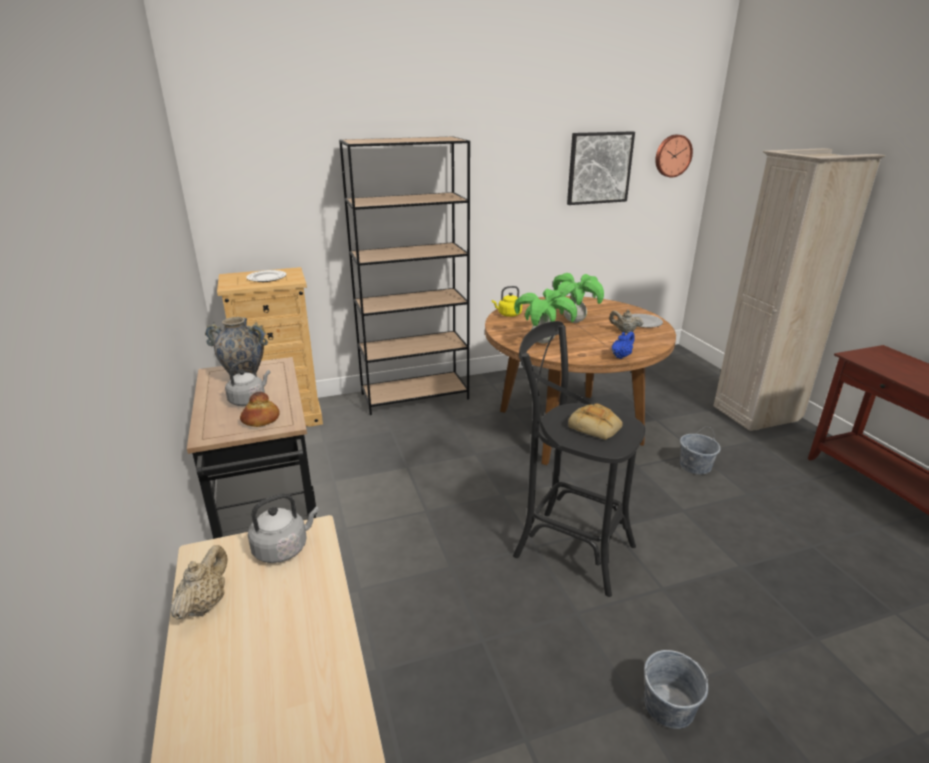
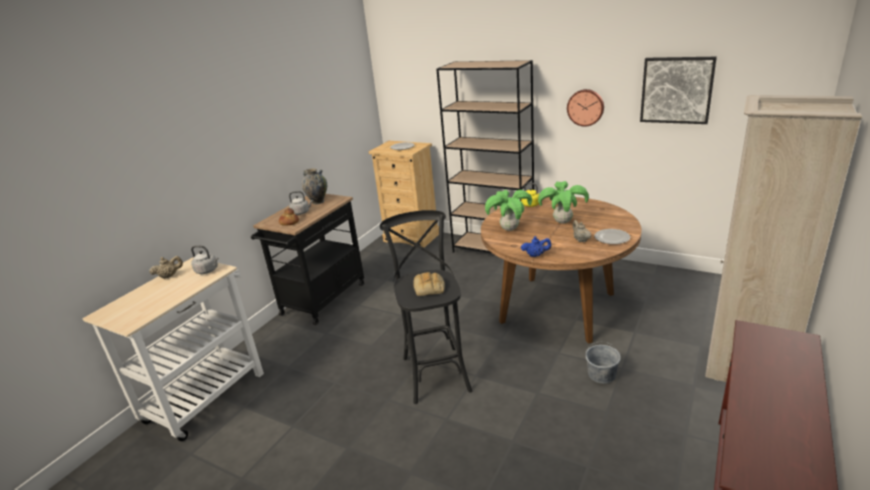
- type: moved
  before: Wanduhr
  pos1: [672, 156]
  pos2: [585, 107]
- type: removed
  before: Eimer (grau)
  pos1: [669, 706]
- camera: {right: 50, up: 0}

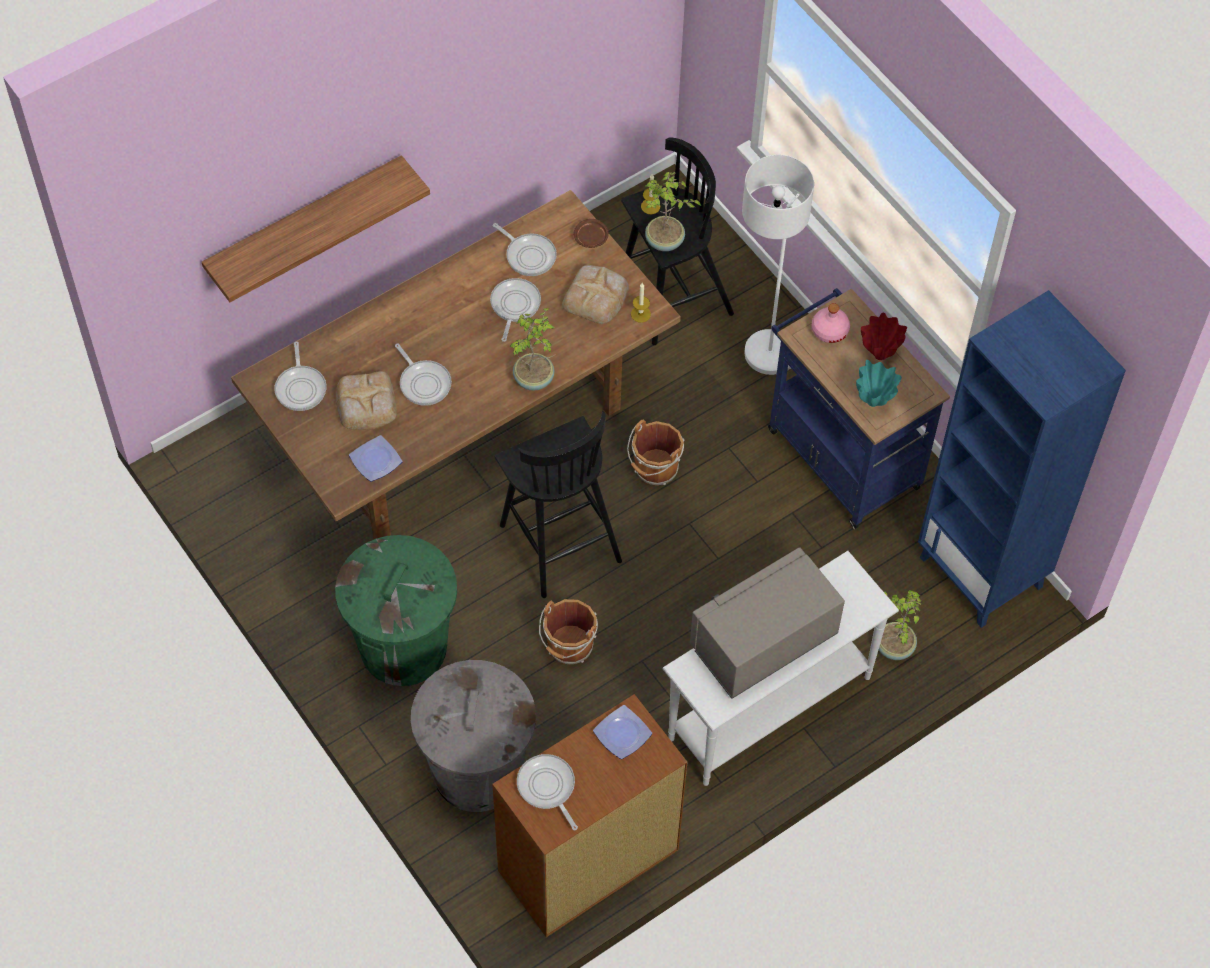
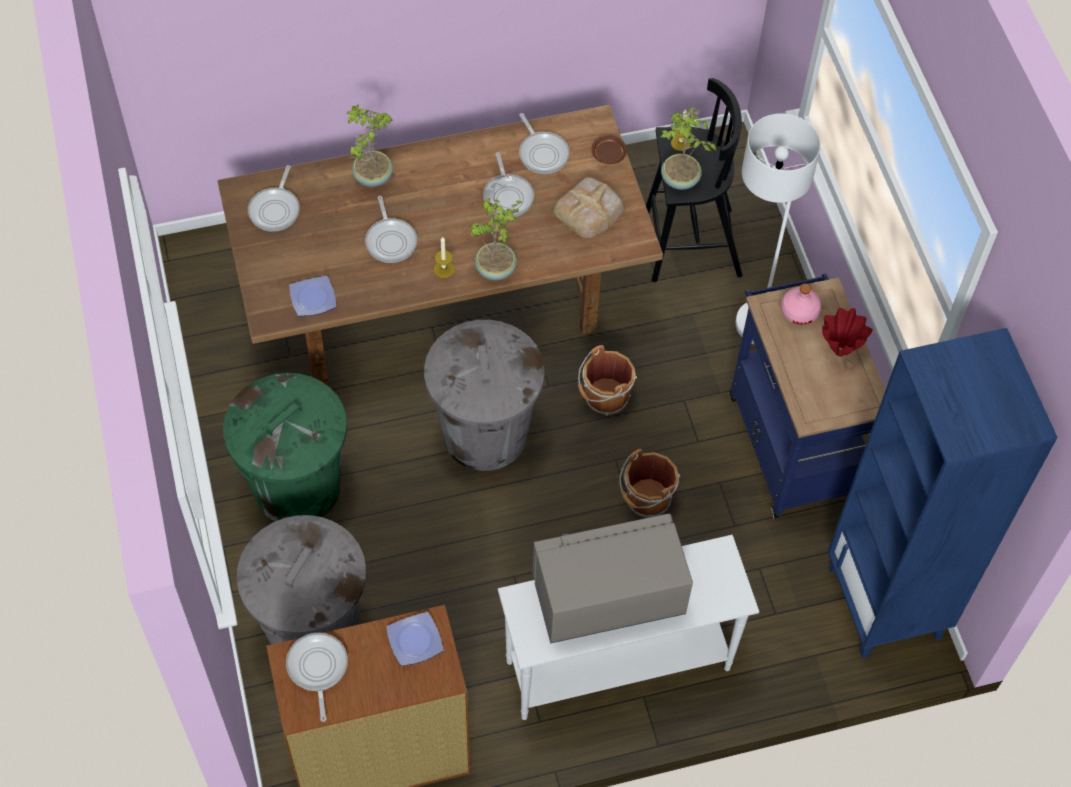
- type: moved
  before: Topfpflanze
  pos1: [893, 647]
  pos2: [372, 176]
- type: replaced
  before: Hocker (schwarz)
  after: Mülleimer (grau)
  pos1: [558, 539]
  pos2: [484, 434]
- type: moved
  before: Kerze
  pos1: [640, 314]
  pos2: [444, 269]
- type: turned
  before: Pfanne
  pos1: [514, 306]
  pos2: [508, 195]
  turn: 135
- type: moved
  before: Eimer (braun)
  pos1: [569, 647]
  pos2: [646, 500]
- type: removed
  before: Wandregal
  pos1: [305, 222]
- type: removed
  before: Brot
  pos1: [365, 404]
- type: removed
  before: Vase (türkis)
  pos1: [873, 403]
- camera: {right: 20, up: 0}

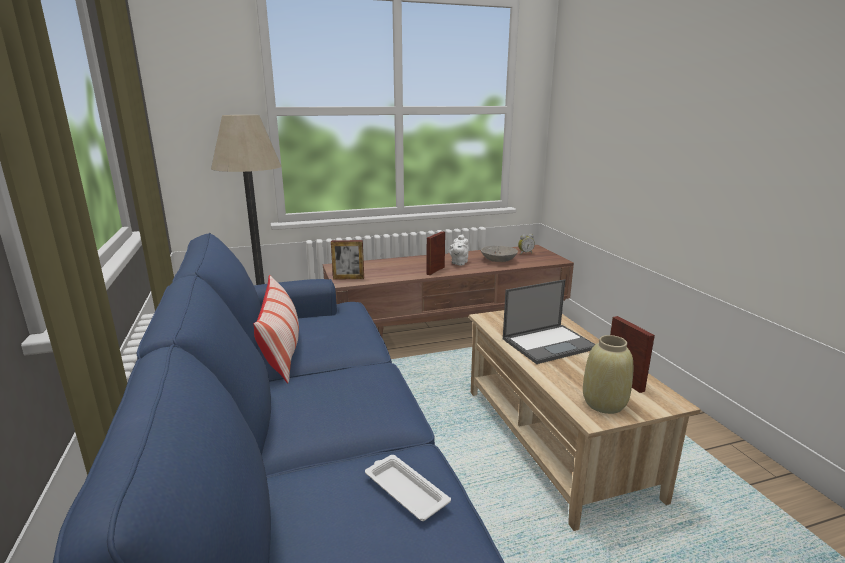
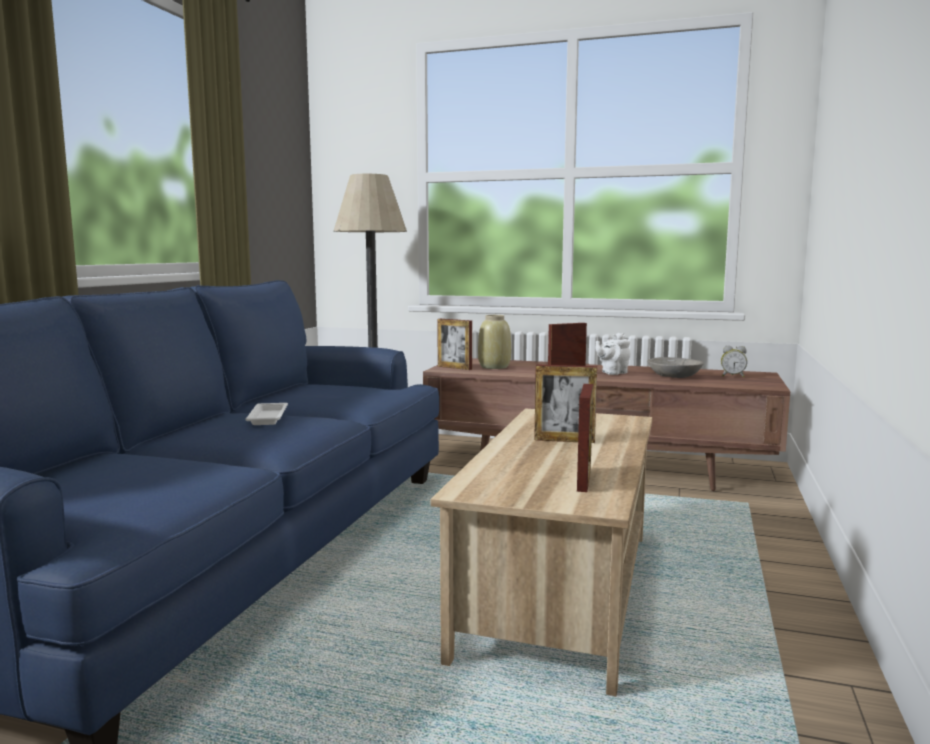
- type: moved
  before: Tablett (weiß)
  pos1: [404, 490]
  pos2: [268, 417]
- type: moved
  before: Vase (beige)
  pos1: [604, 403]
  pos2: [494, 367]
- type: replaced
  before: Laptop
  after: Bilderrahmen
  pos1: [549, 343]
  pos2: [564, 440]
- type: removed
  before: Kissen
  pos1: [281, 350]
- camera: {right: 35, up: -10}

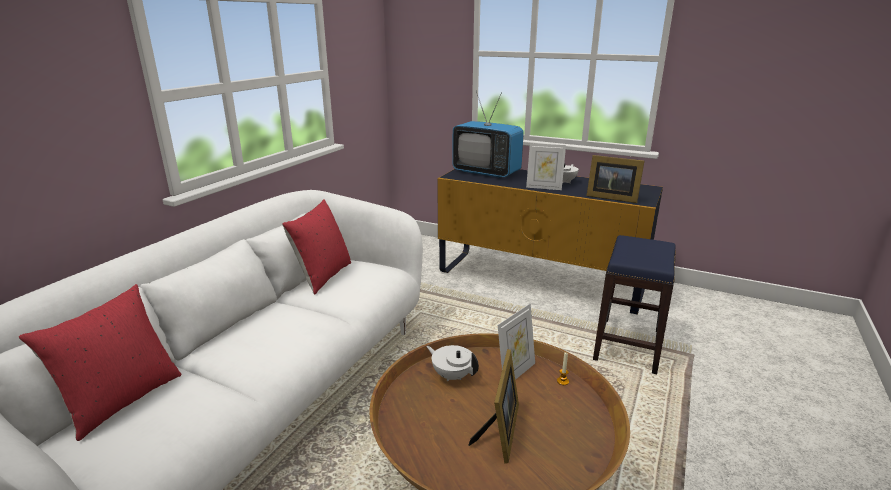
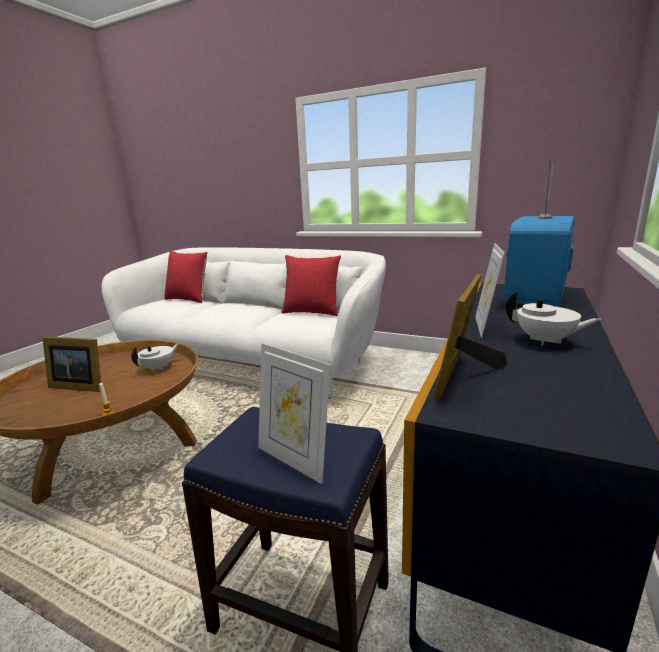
- type: moved
  before: Bilderrahmen
  pos1: [515, 373]
  pos2: [294, 459]
- camera: {right: 90, up: -5}

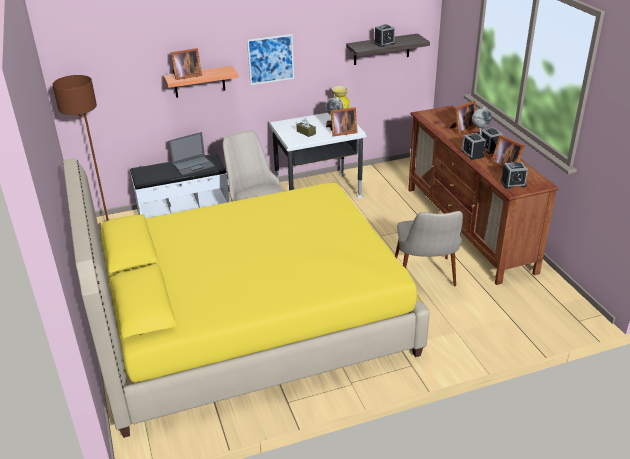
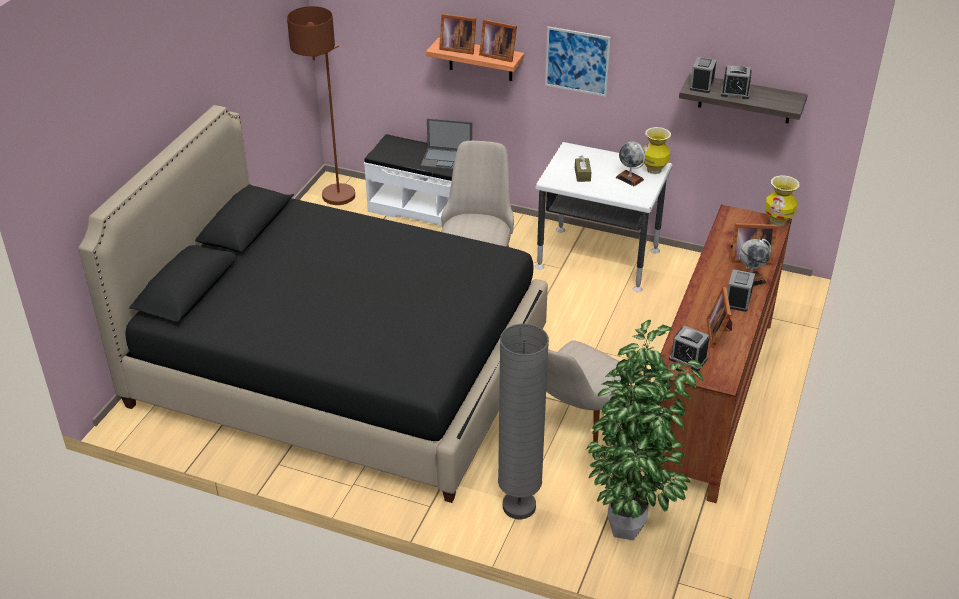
- type: recoloured
  before: Bett (gelb)
  after: Bett (schwarz)
  pos1: [251, 325]
  pos2: [339, 371]
- type: moved
  before: Bilderrahmen
  pos1: [342, 132]
  pos2: [497, 55]
- type: added
  after: Stehlampe (grau)
  pos2: [519, 506]
- type: added
  after: Topfpflanze
  pos2: [630, 530]
- type: moved
  before: Wecker
  pos1: [472, 154]
  pos2: [701, 85]
- type: added
  after: Vase
  pos2: [778, 221]
- camera: {right: 40, up: 5}

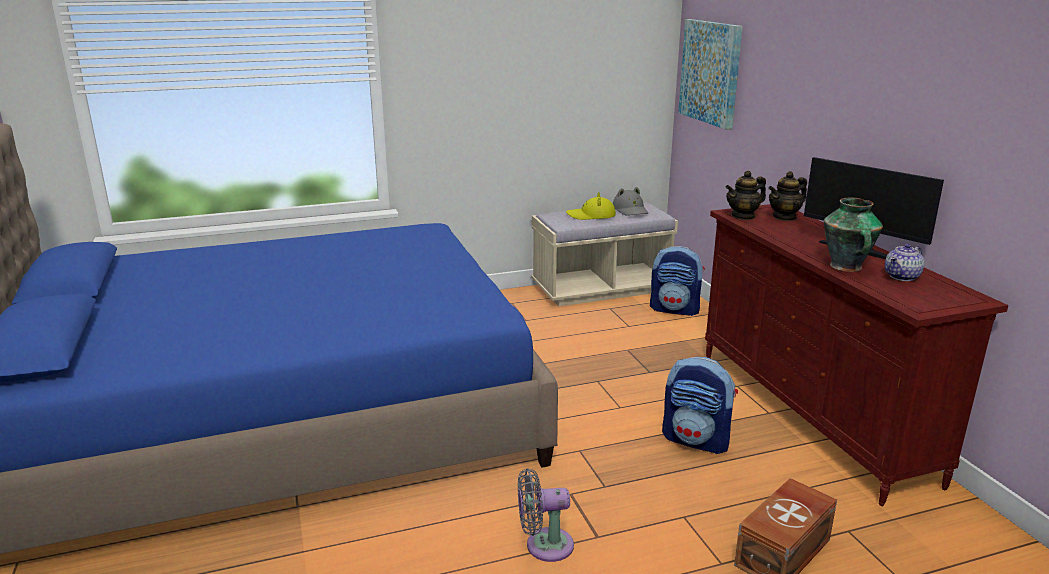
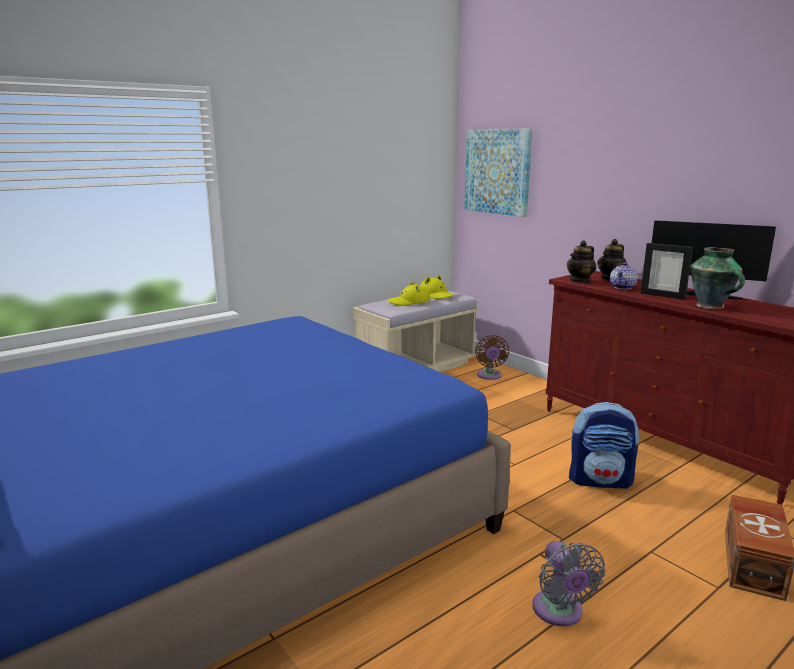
- type: recoloured
  before: Hut (grau)
  after: Hut (gelb)
  pos1: [630, 210]
  pos2: [436, 295]
- type: replaced
  before: Rucksack
  after: Ventilator (braun)
  pos1: [675, 309]
  pos2: [489, 376]
- type: turned
  before: Ventilator (grau)
  pos1: [544, 545]
  pos2: [559, 612]
  turn: -75
- type: moved
  before: Teekanne
  pos1: [902, 276]
  pos2: [623, 287]
- type: added
  after: Bilderrahmen
  pos2: [662, 295]
- camera: {right: -20, up: -5}

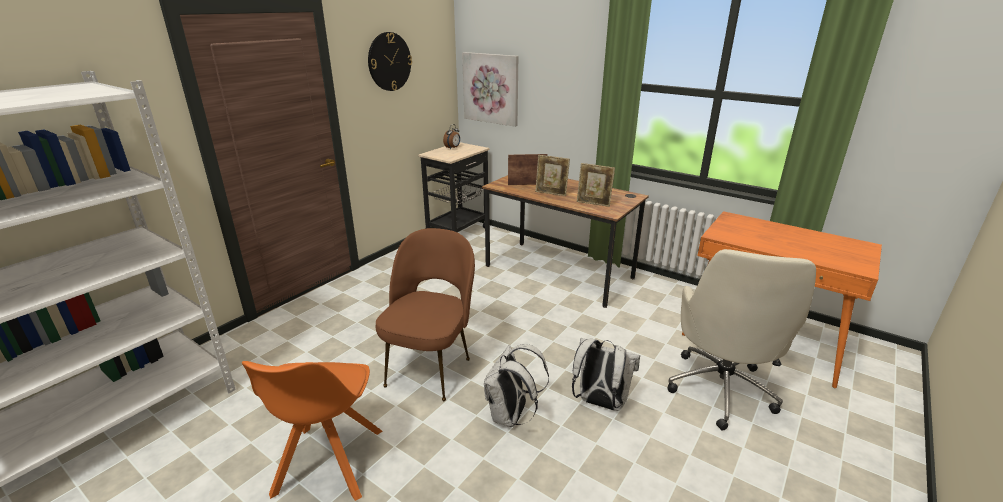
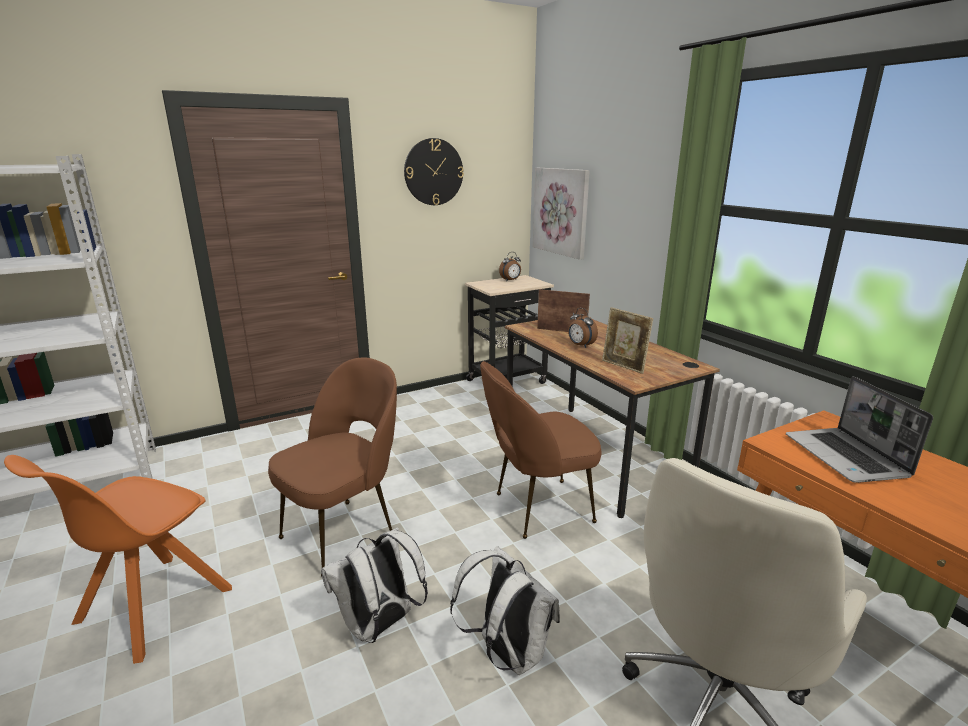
- type: added
  after: Stuhl (braun)
  pos2: [536, 509]
- type: replaced
  before: Bilderrahmen
  after: Wecker
  pos1: [551, 193]
  pos2: [580, 345]
- type: added
  after: Laptop
  pos2: [846, 457]
- camera: {right: 25, up: -5}

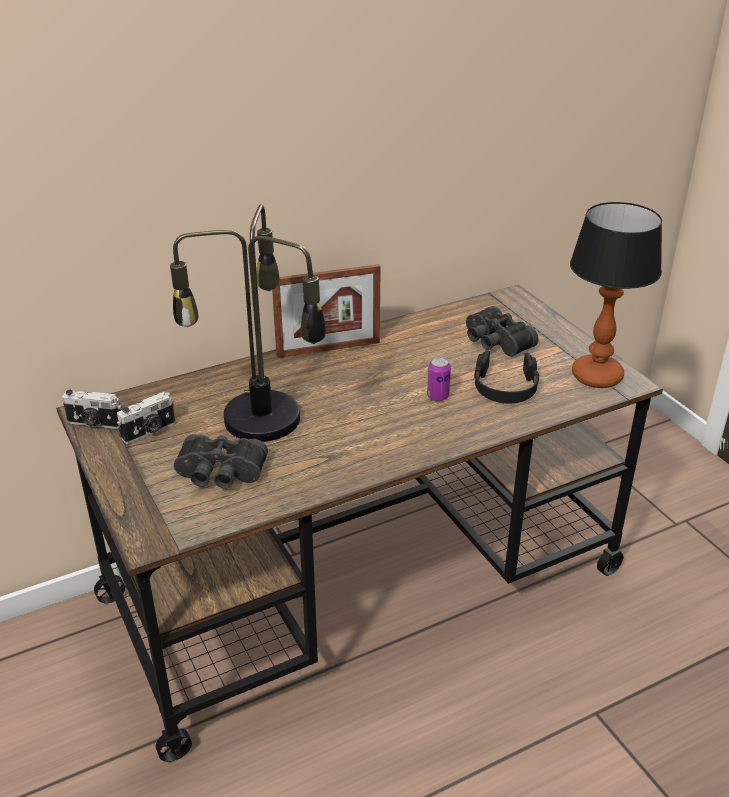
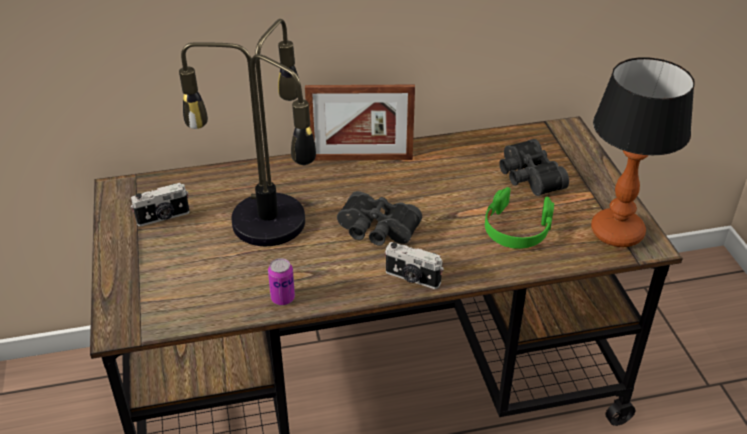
- type: moved
  before: Dose
  pos1: [437, 396]
  pos2: [283, 298]
- type: moved
  before: Fernglas (schwarz)
  pos1: [220, 474]
  pos2: [376, 231]
- type: moved
  before: Kamera
  pos1: [94, 423]
  pos2: [412, 278]
- type: recoloured
  before: Kopfhörer (schwarz)
  after: Kopfhörer (grün)
  pos1: [505, 387]
  pos2: [516, 228]
- camera: {right: 15, up: 5}

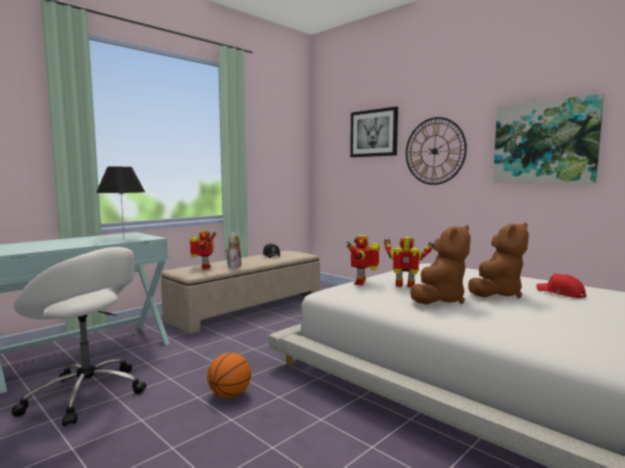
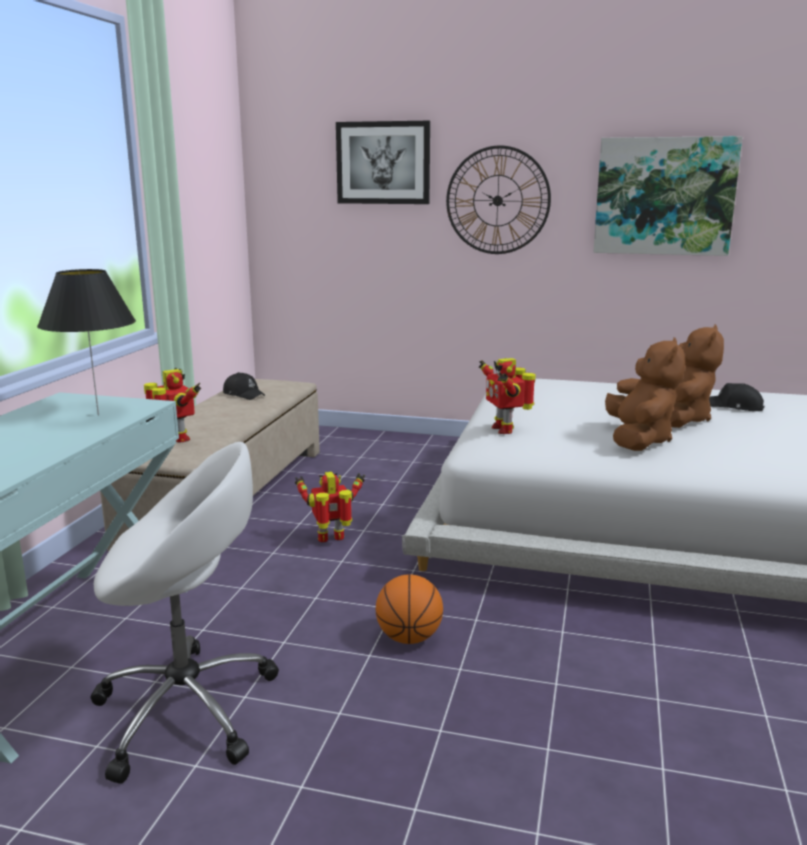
- type: moved
  before: Spielzeugroboter
  pos1: [405, 286]
  pos2: [332, 539]
- type: recoloured
  before: Kappe (rot)
  after: Kappe (schwarz)
  pos1: [560, 293]
  pos2: [734, 407]
- type: removed
  before: Plüschtier
  pos1: [233, 266]
- camera: {right: -30, up: 10}

